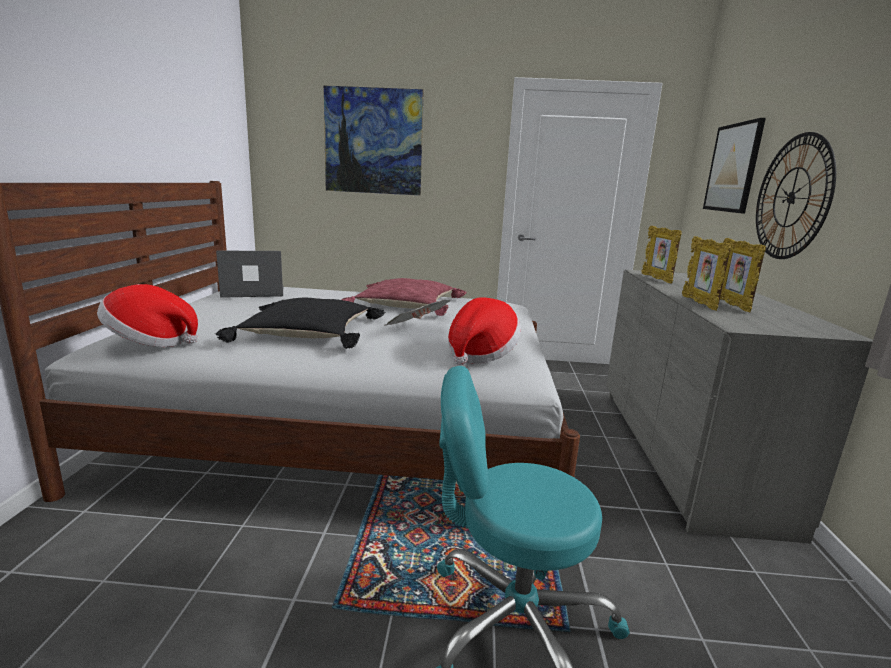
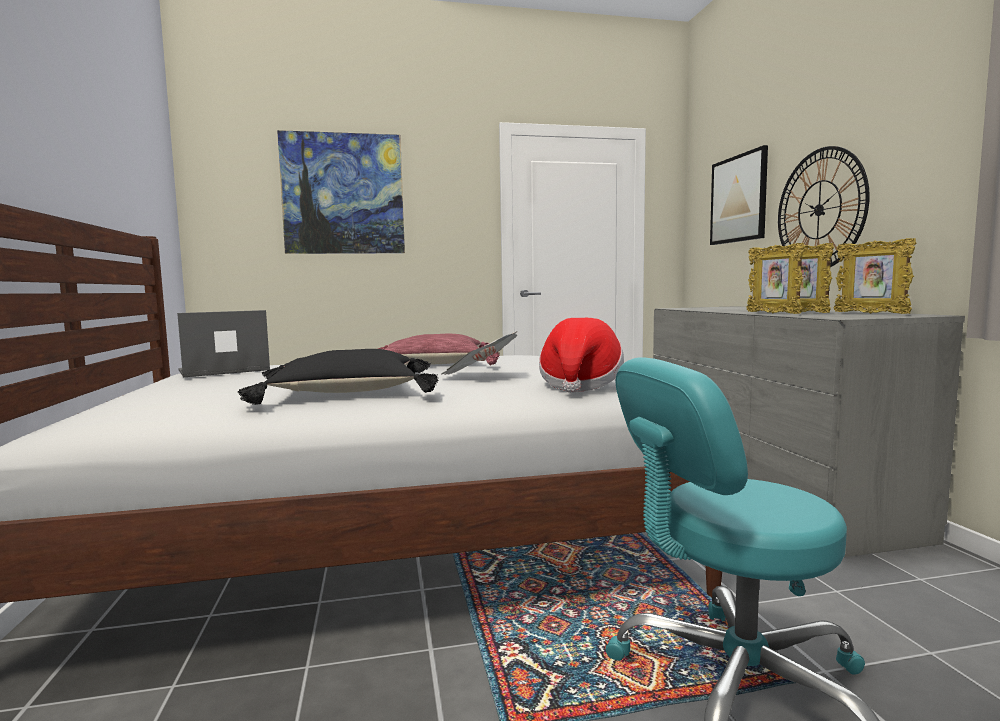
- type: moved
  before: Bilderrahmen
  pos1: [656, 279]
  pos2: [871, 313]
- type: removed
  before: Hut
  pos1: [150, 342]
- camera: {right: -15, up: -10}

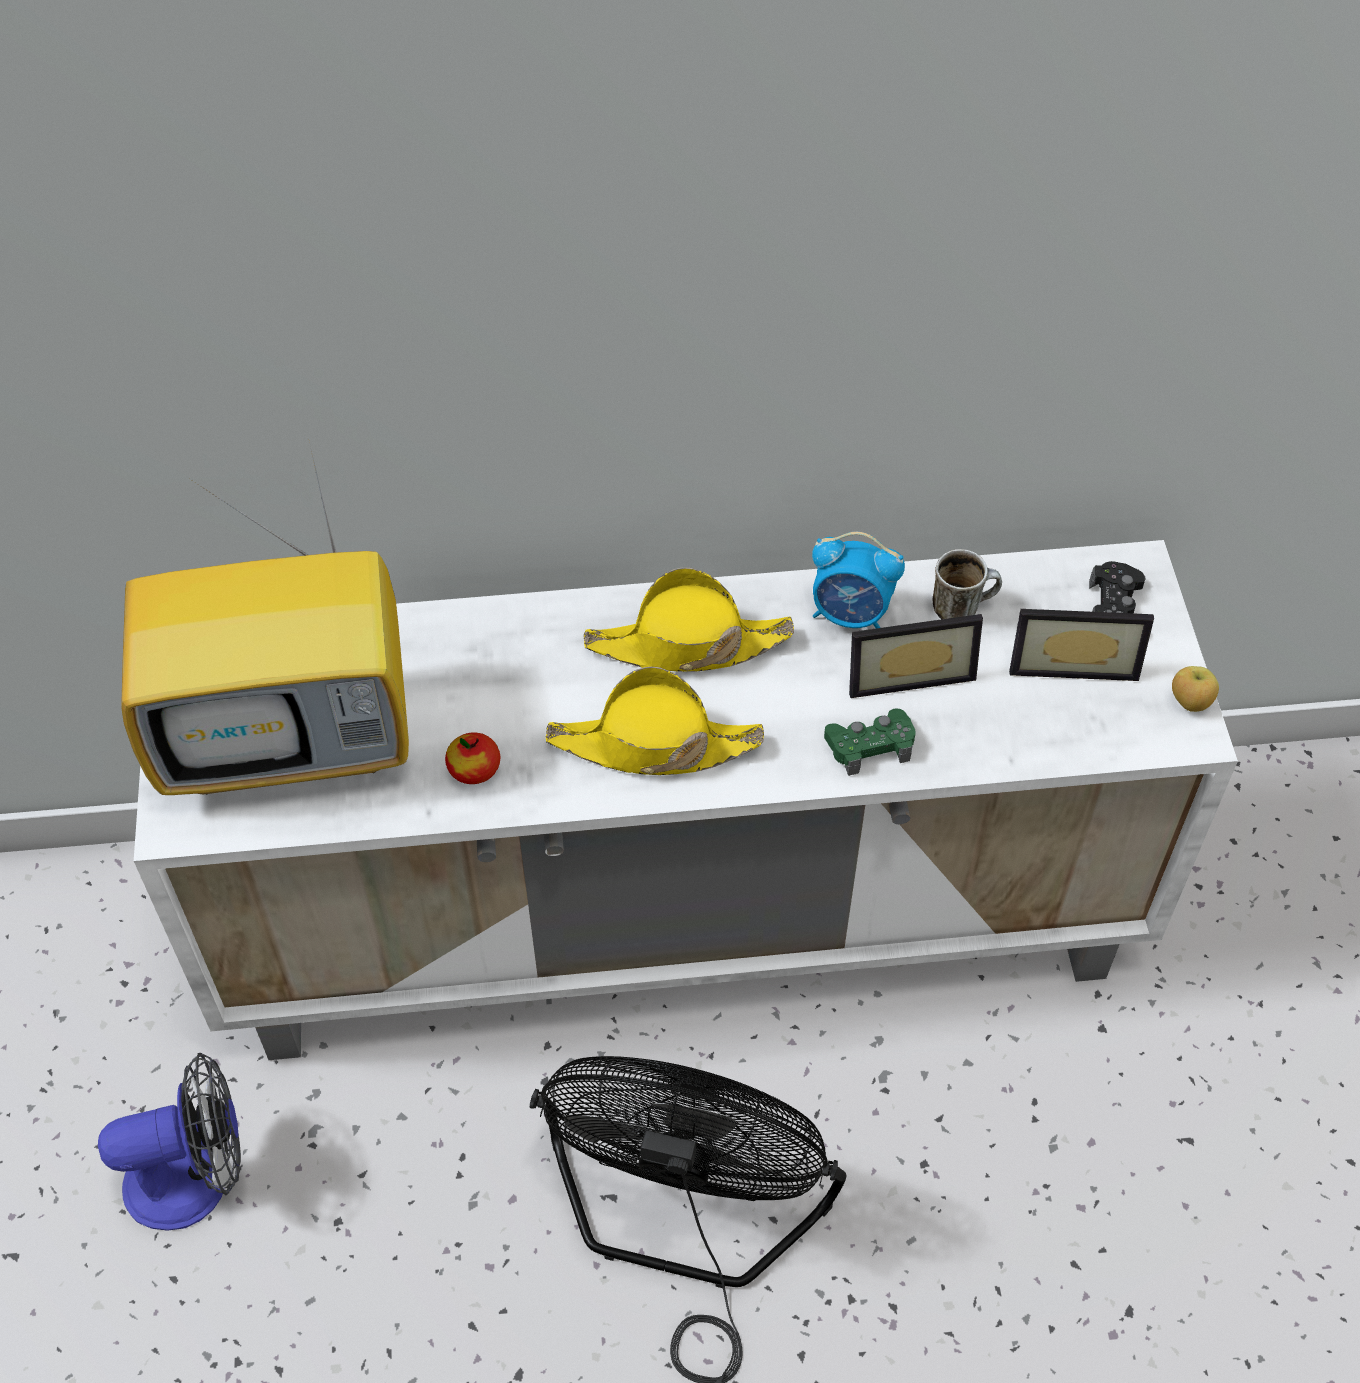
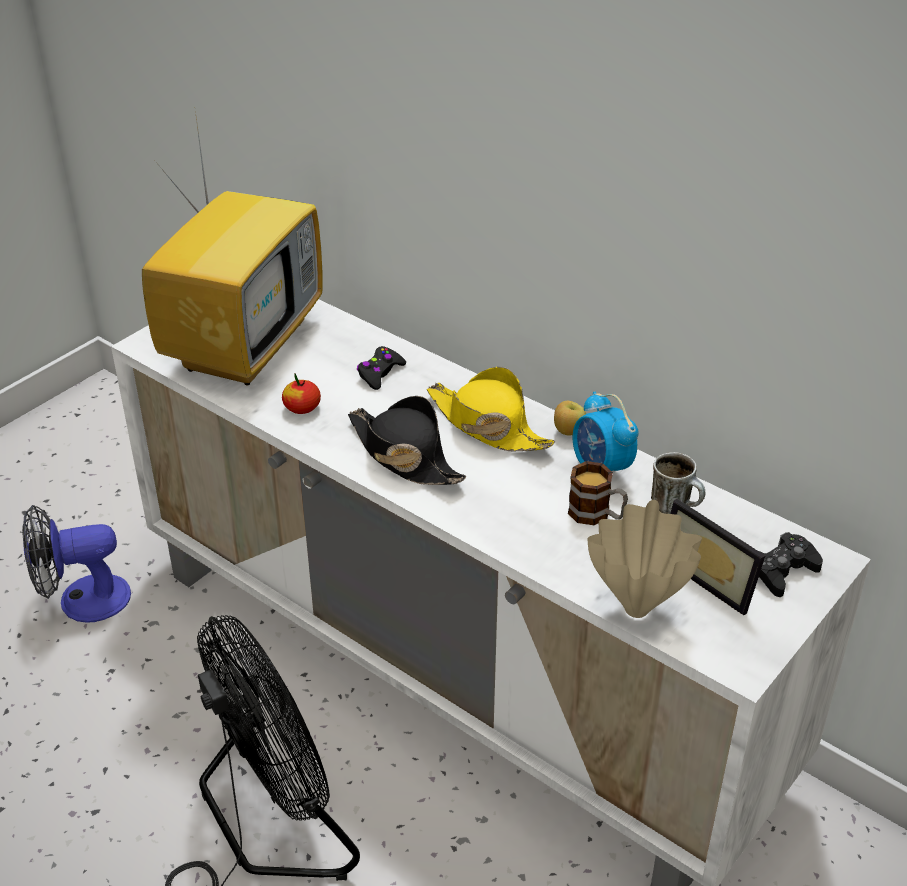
- type: turned
  before: Ventilator
  pos1: [195, 1177]
  pos2: [82, 601]
  turn: 135
- type: turned
  before: Fernseher
  pos1: [294, 736]
  pos2: [244, 344]
  turn: -105
- type: recoloured
  before: Hut (gelb)
  after: Hut (schwarz)
  pos1: [653, 744]
  pos2: [404, 455]
- type: added
  after: Gamepad (schwarz)
  pos2: [380, 373]
- type: moved
  before: Apfel
  pos1: [1189, 702]
  pos2: [568, 431]
- type: replaced
  before: Bilderrahmen
  after: Henkelbecher
  pos1: [907, 670]
  pos2: [596, 514]
- type: added
  after: Vase (beige)
  pos2: [636, 611]
- type: removed
  before: Gamepad (grün)
  pos1: [870, 746]
- camera: {right: 45, up: -15}

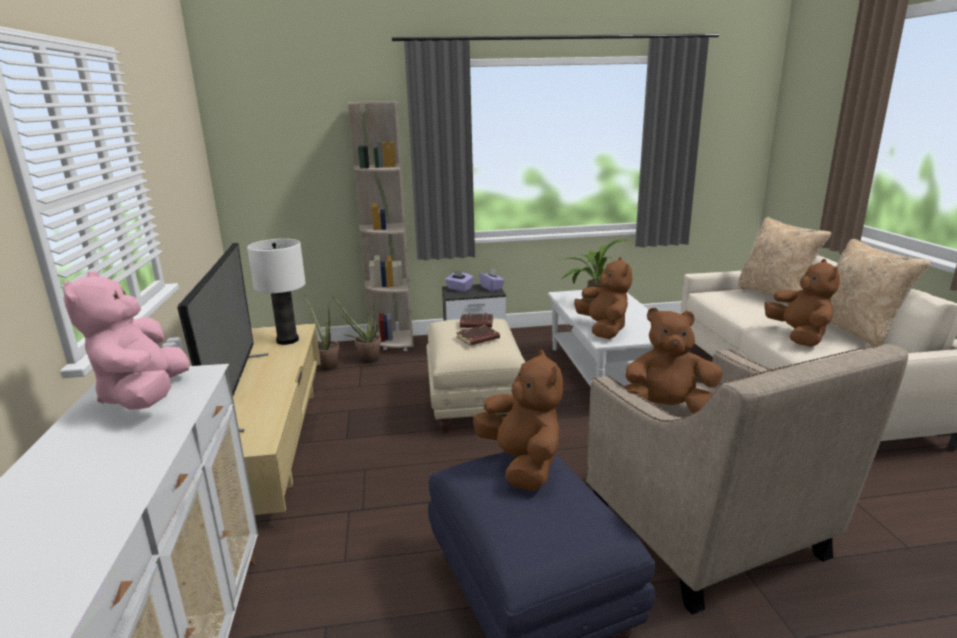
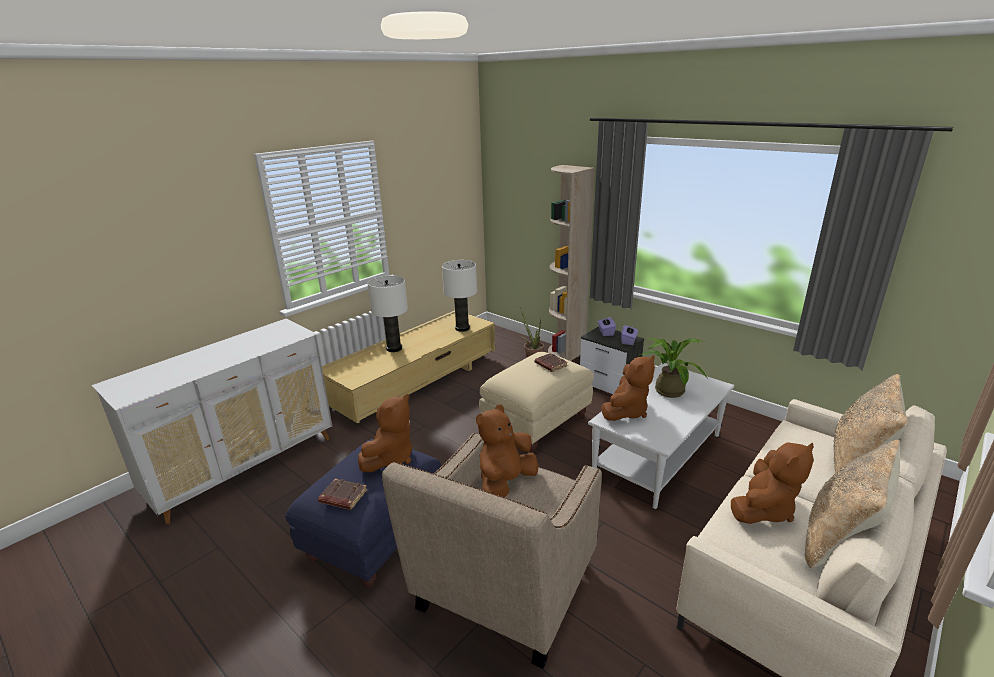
- type: moved
  before: Buch (braun)
  pos1: [478, 339]
  pos2: [342, 497]
- type: replaced
  before: Fernseher
  after: Tischlampe (weiß)
  pos1: [235, 391]
  pos2: [394, 348]
- type: turned
  before: Plüschtier (braun)
  pos1: [666, 410]
  pos2: [505, 483]
  turn: -105
- type: removed
  before: Plüschtier (rosa)
  pos1: [145, 397]
- type: removed
  before: Topfpflanze
  pos1: [325, 365]
- camera: {right: 50, up: 5}

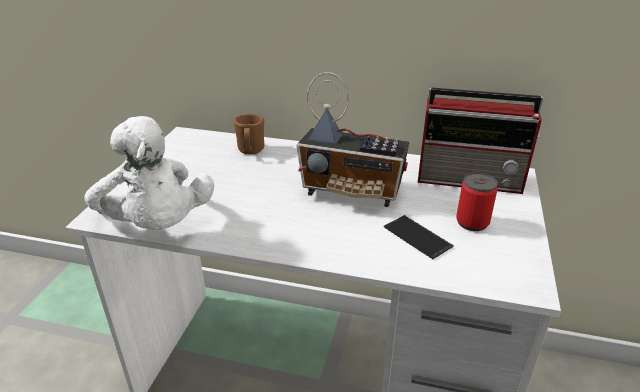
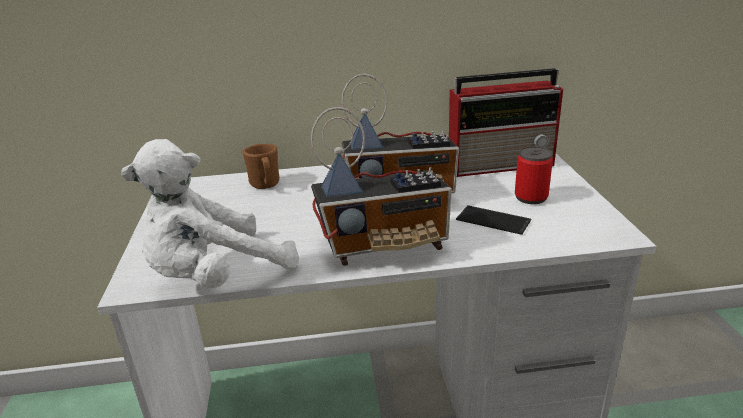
- type: turned
  before: Plüschtier (weiß)
  pos1: [157, 226]
  pos2: [216, 276]
  turn: 105
- type: added
  after: Radio
  pos2: [385, 246]
- camera: {right: -20, up: -5}

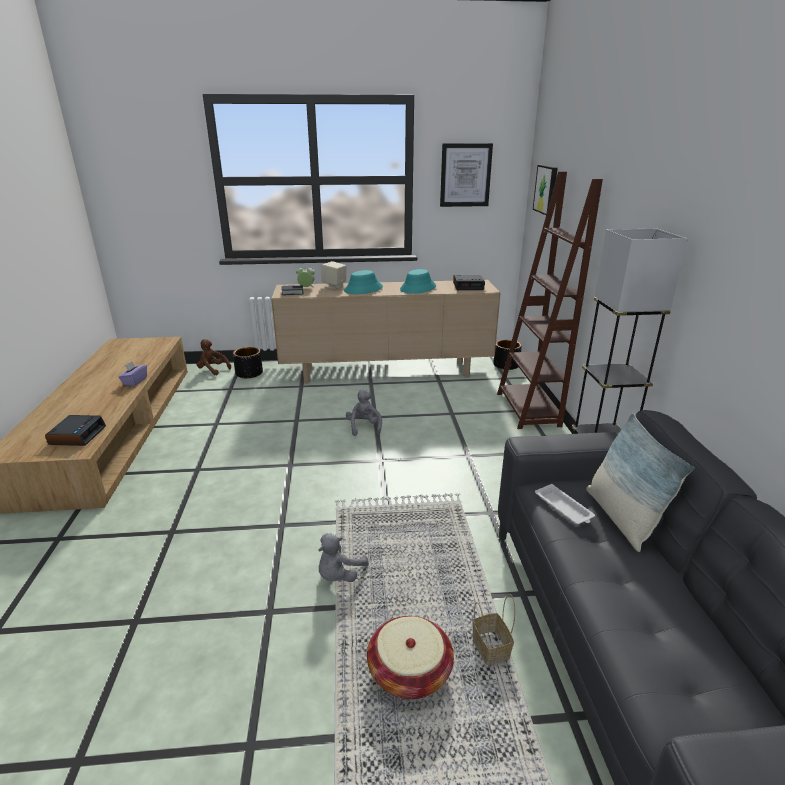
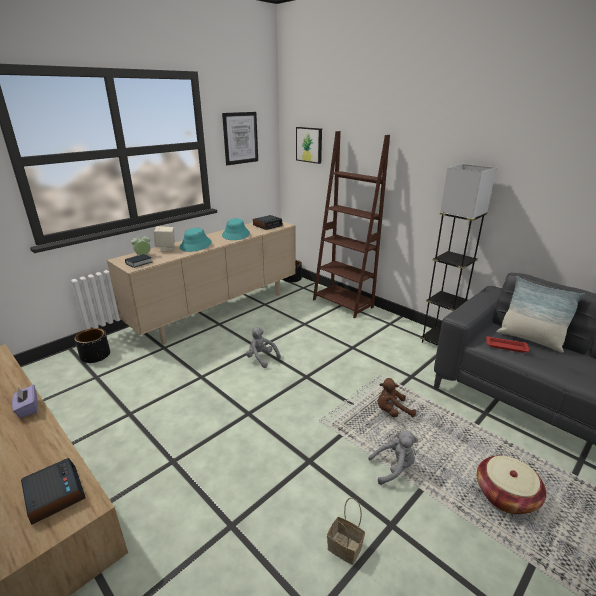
- type: moved
  before: Korb
  pos1: [489, 648]
  pos2: [343, 547]
- type: turned
  before: Plüschtier (grau)
  pos1: [339, 575]
  pos2: [394, 468]
  turn: -90
- type: moved
  before: Plüschtier (braun)
  pos1: [212, 370]
  pos2: [392, 411]
- type: recoloured
  before: Tablett (weiß)
  after: Tablett (rot)
  pos1: [564, 508]
  pos2: [507, 347]
- camera: {right: -40, up: 0}

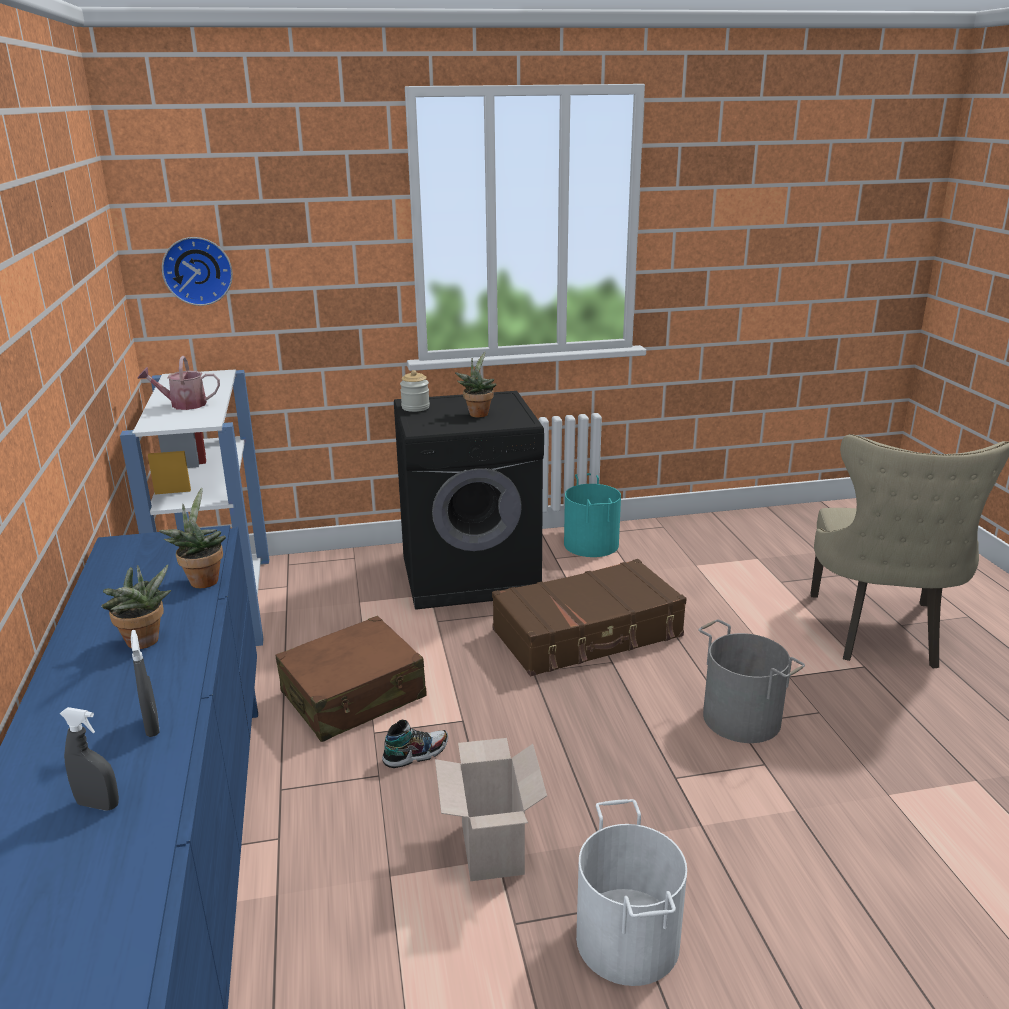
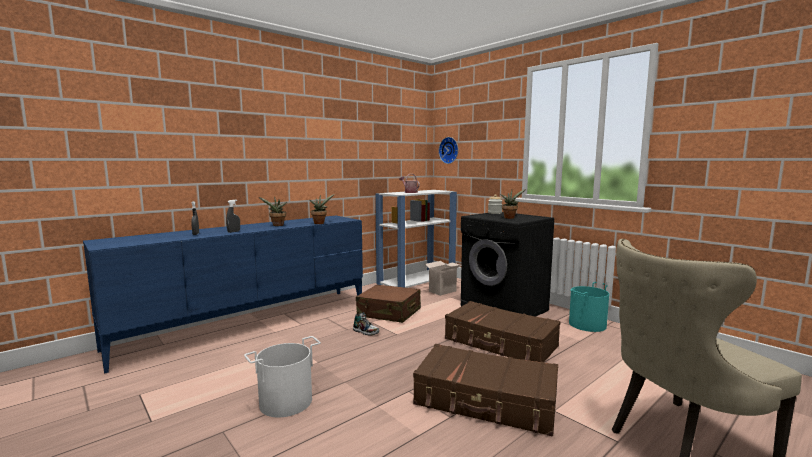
- type: replaced
  before: Eimer (grau)
  after: Koffer (braun)
  pos1: [742, 718]
  pos2: [486, 401]
- type: moved
  before: Karton
  pos1: [489, 847]
  pos2: [442, 291]
- camera: {right: 60, up: -15}

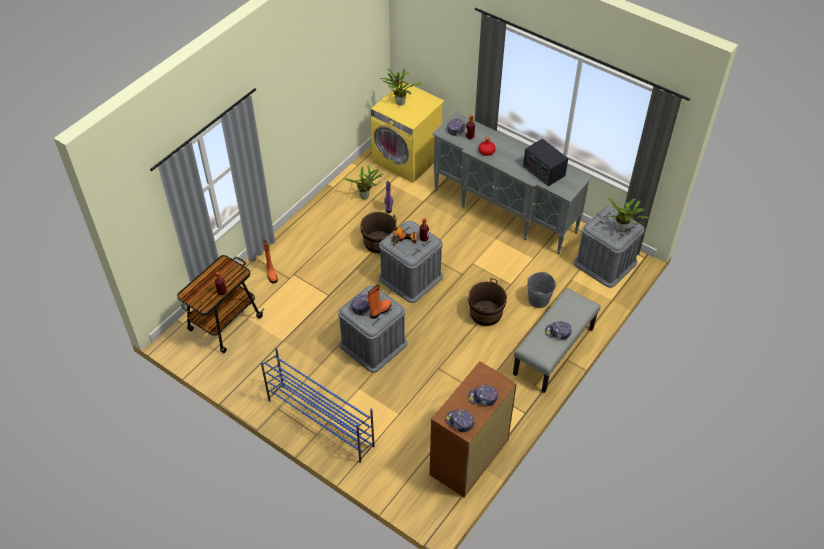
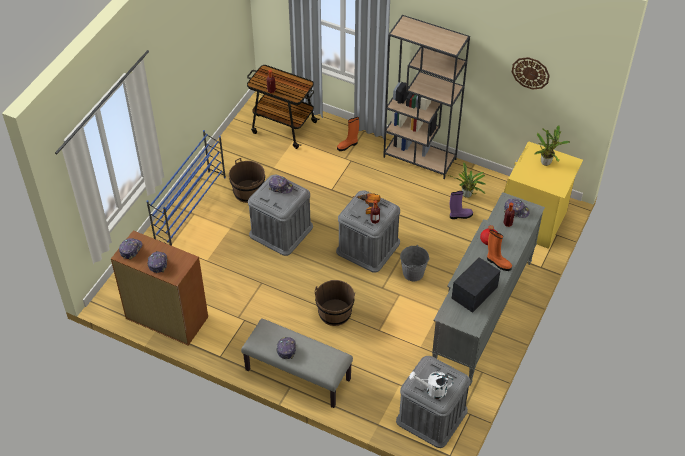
- type: moved
  before: Eimer (braun)
  pos1: [379, 243]
  pos2: [248, 192]
- type: added
  after: Bücherregal
  pos2: [420, 158]
- type: moved
  before: Eimer (grau)
  pos1: [538, 299]
  pos2: [413, 273]
- type: replaced
  before: Topfpflanze
  after: Gießkanne (weiß)
  pos1: [621, 229]
  pos2: [432, 390]
- type: moved
  before: Stiefel (orange)
  pos1: [380, 311]
  pos2: [498, 263]
- type: added
  after: Wanduhr
  pos2: [530, 73]
- camera: {right: 80, up: 0}

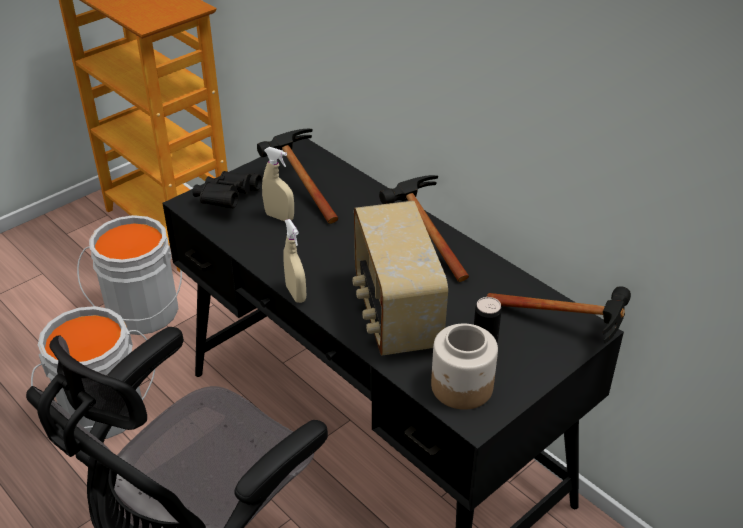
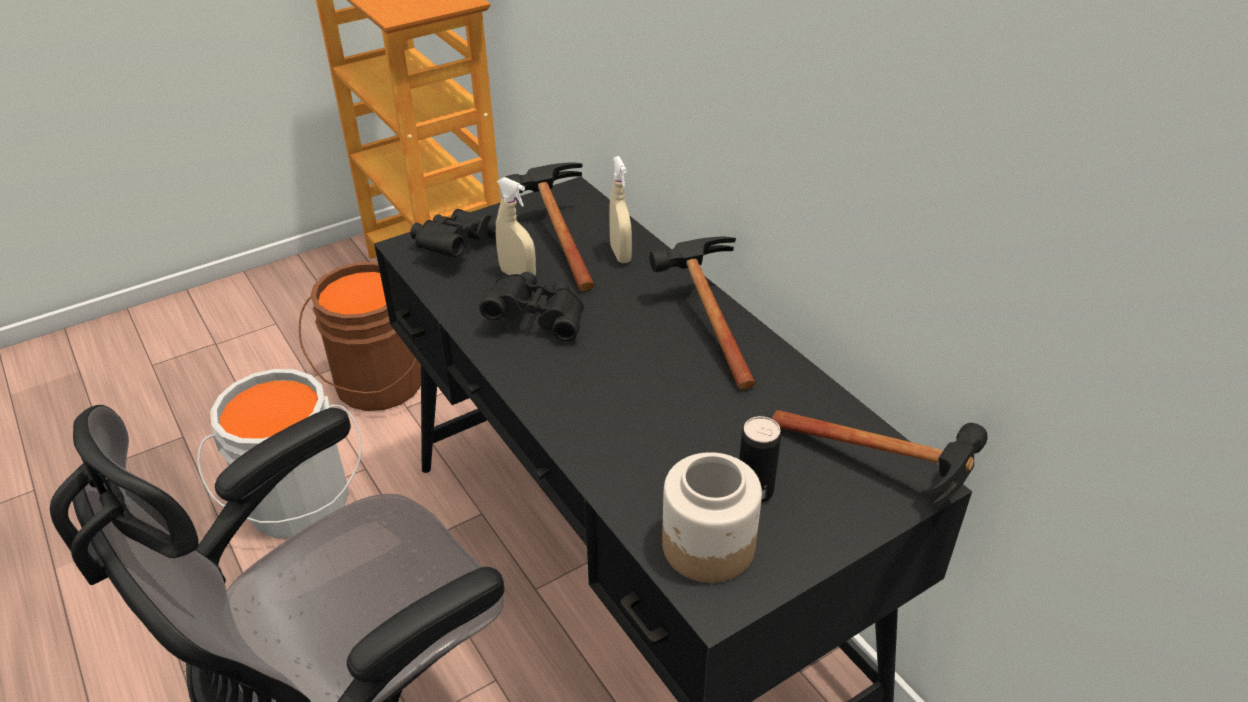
- type: recoloured
  before: Eimer (grau)
  after: Eimer (braun)
  pos1: [142, 314]
  pos2: [377, 385]
- type: added
  after: Fernglas (schwarz)
  pos2: [537, 319]
- type: moved
  before: Sprühflasche (beige)
  pos1: [296, 294]
  pos2: [620, 254]
- type: removed
  before: Radio
  pos1: [394, 314]
- camera: {right: 10, up: 0}

